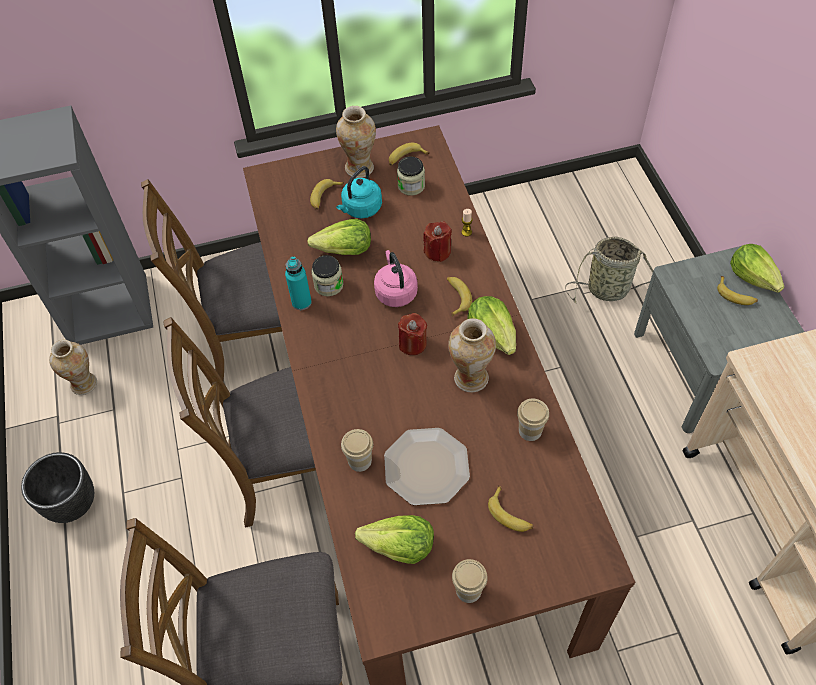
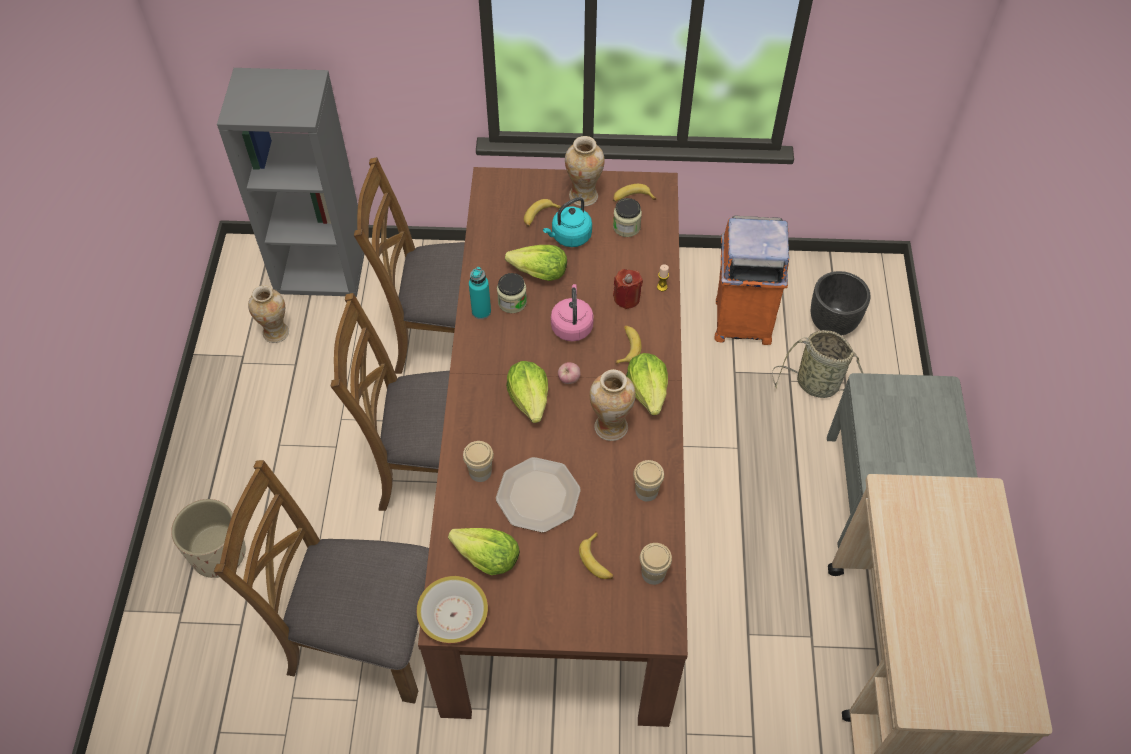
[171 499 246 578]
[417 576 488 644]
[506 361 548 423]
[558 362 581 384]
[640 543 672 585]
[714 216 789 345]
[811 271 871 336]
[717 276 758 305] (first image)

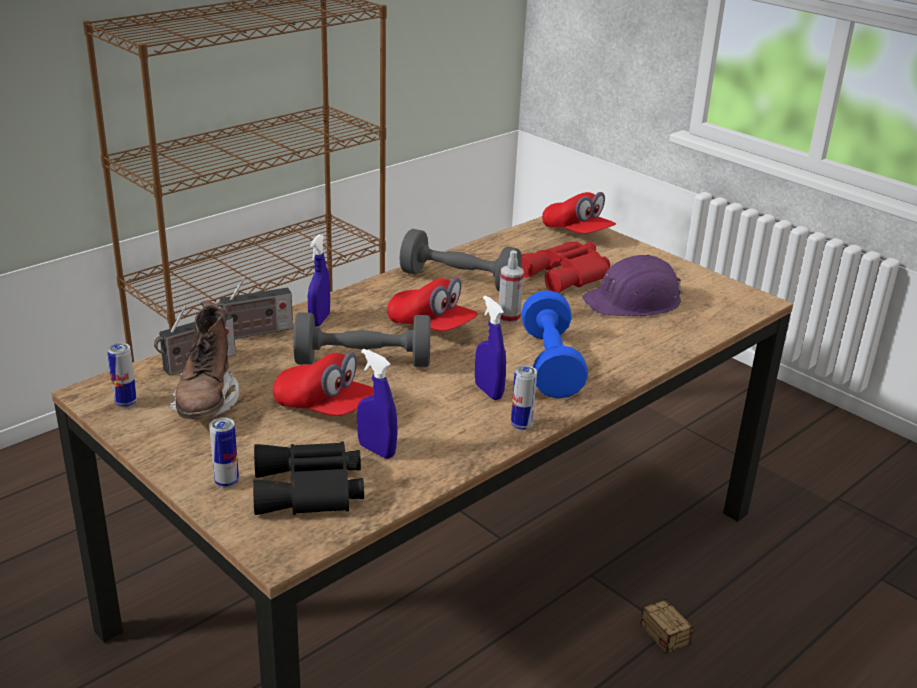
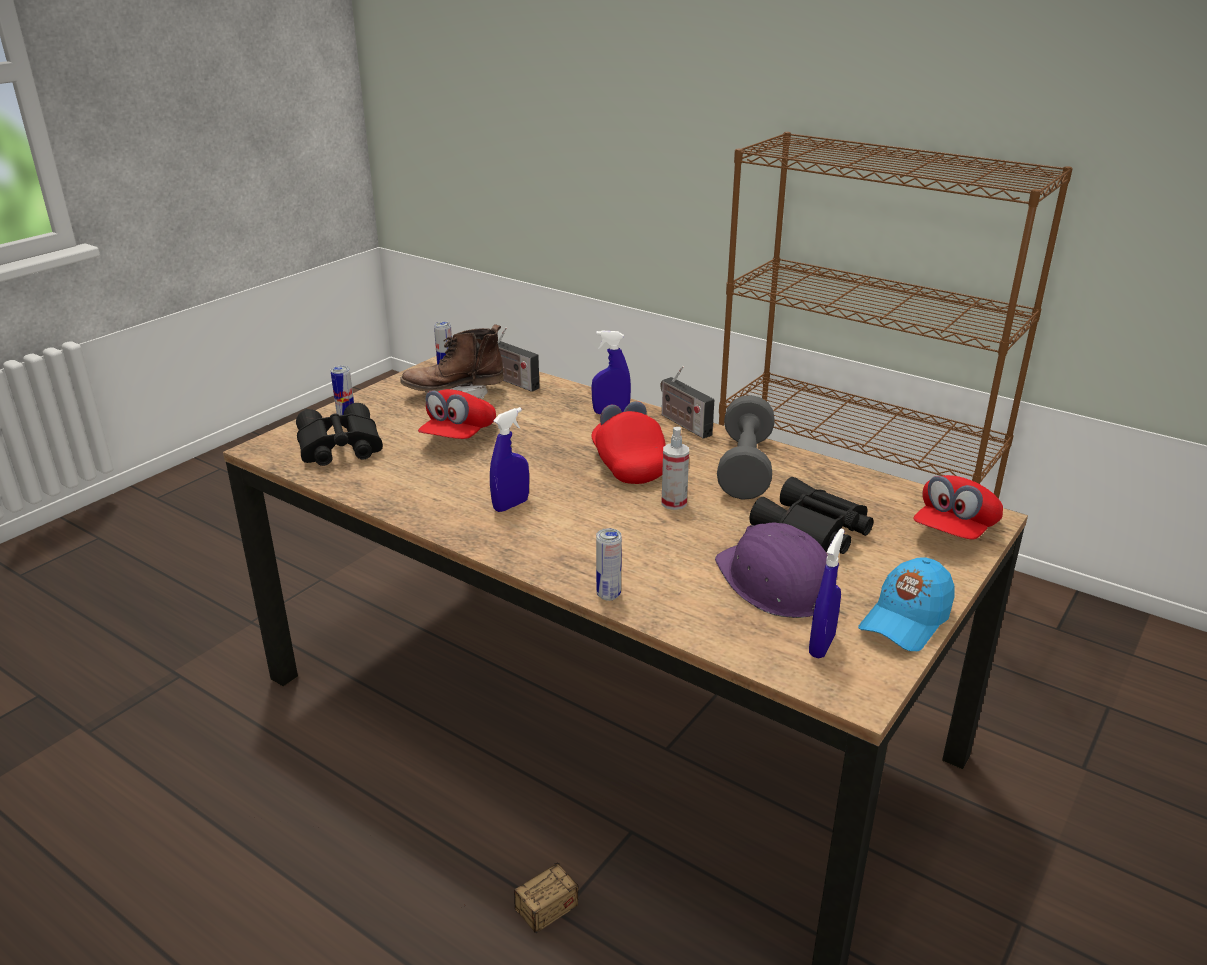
[591 401 666 484]
[596 528 622 601]
[660 366 714 439]
[750 477 874 554]
[809 529 845 659]
[858 557 954 651]
[294 312 431 367] (first image)
[521 290 588 399] (first image)

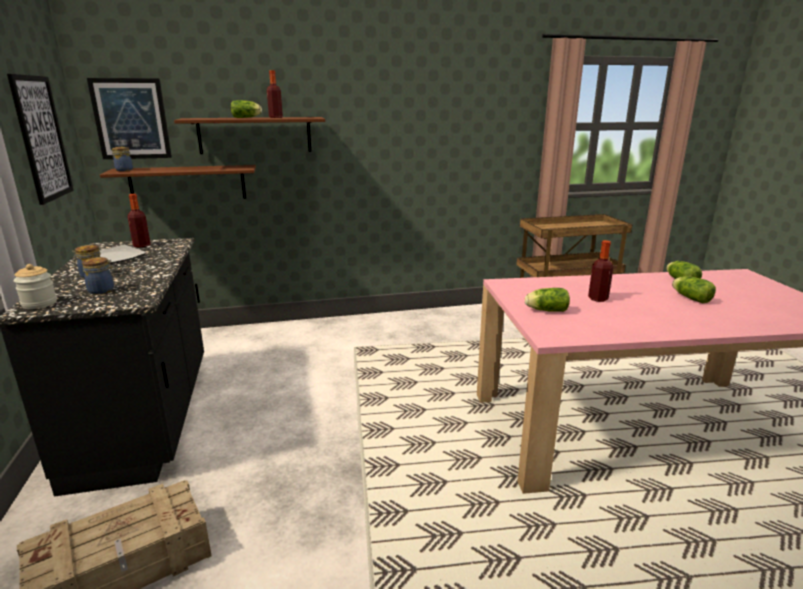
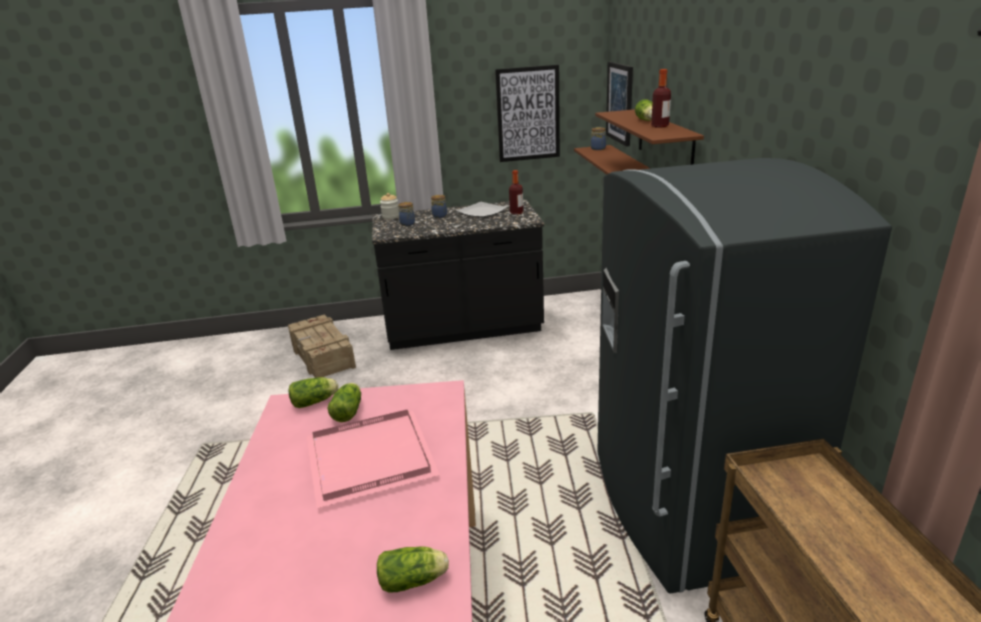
[288 377 339 408]
[307 410 440 508]
[597 158 892 594]

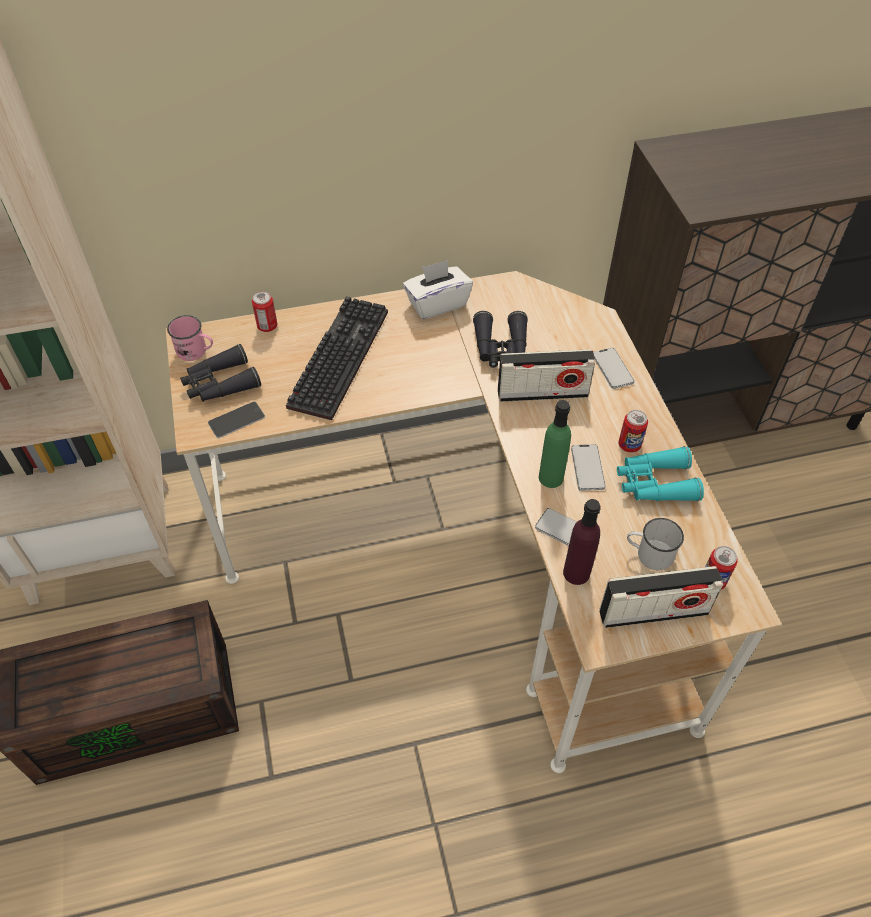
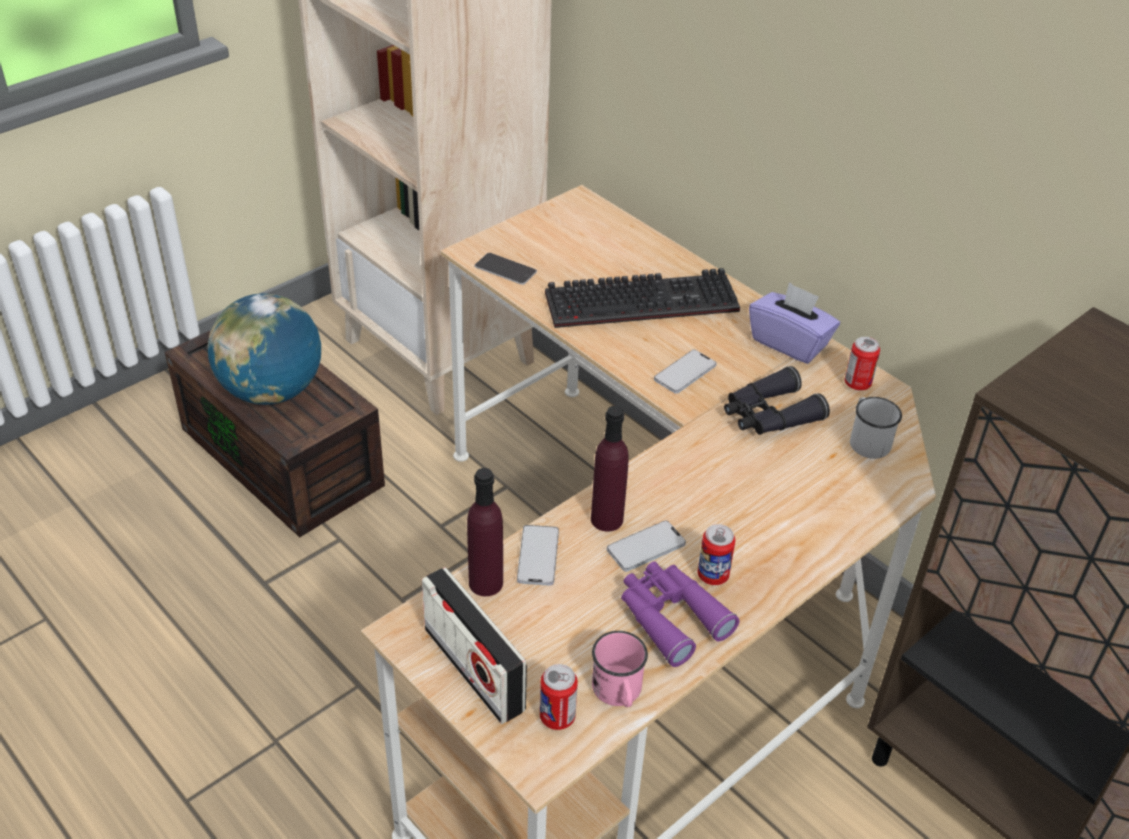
[207 293 321 405]
[591 406 629 532]
[592 631 648 707]
[621 561 740 667]
[654 350 717 394]
[749 282 840 364]
[845 337 880 390]
[850 397 902 459]
[180 344 261 402] (first image)
[498 349 595 402] (first image)

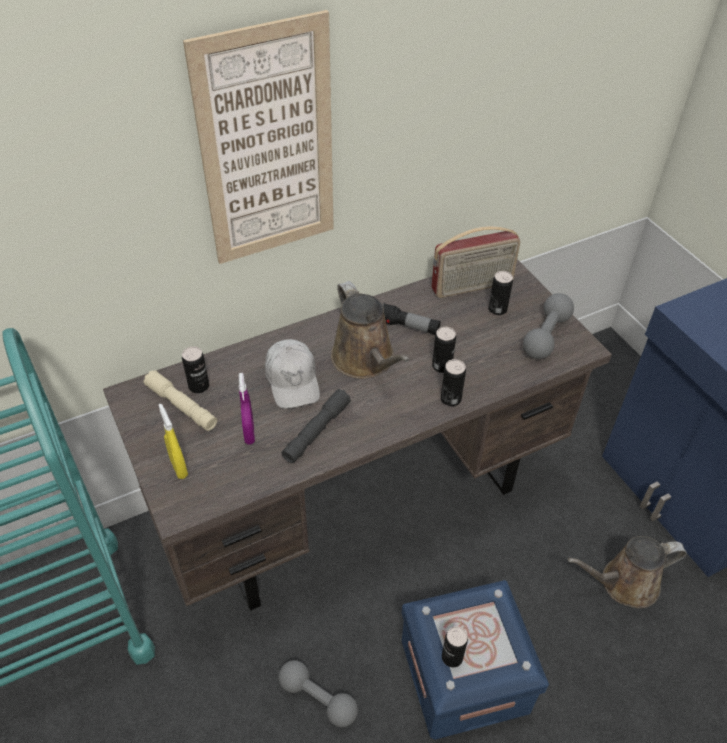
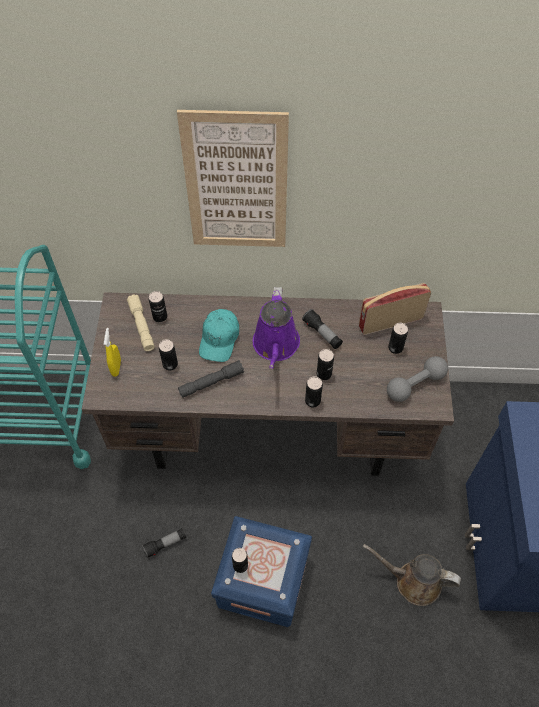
[142 528 186 558]
[159 339 178 370]
[199 309 239 362]
[253 287 300 369]
[359 283 431 335]

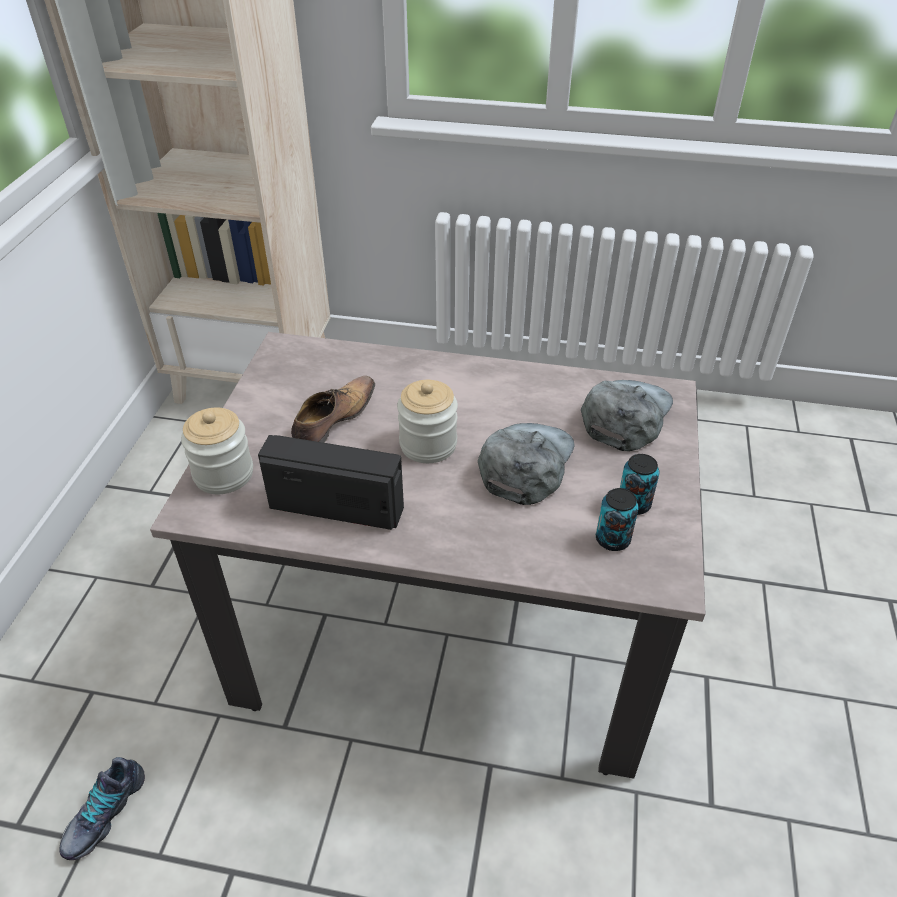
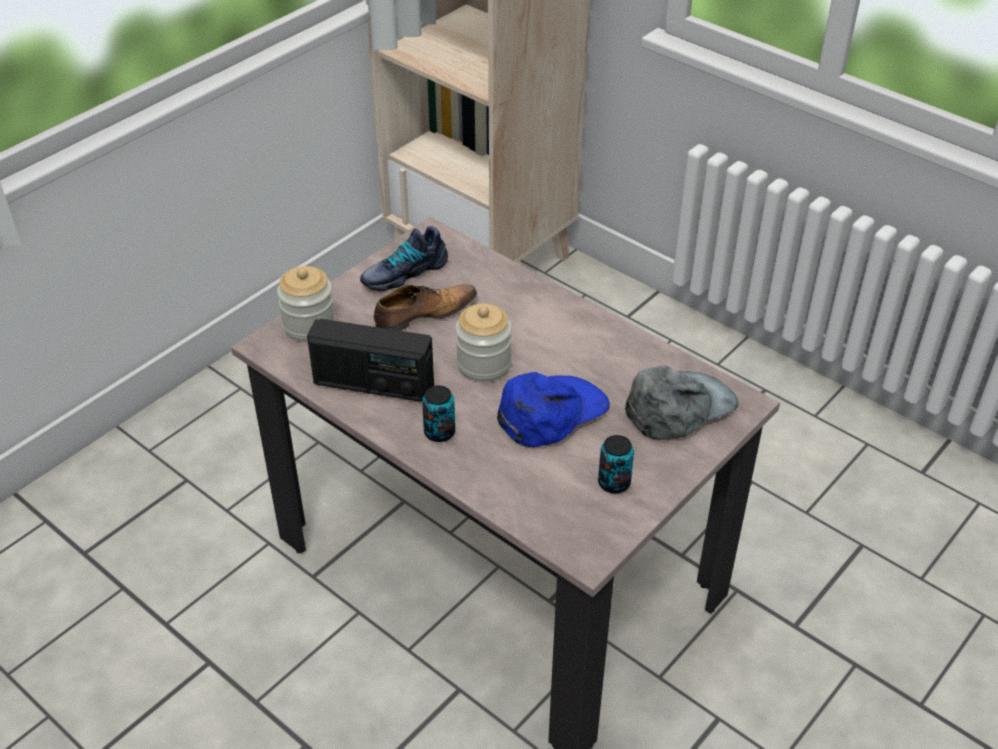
[307 319 434 402]
[360 226 448 292]
[422 385 455 442]
[497 372 610 447]

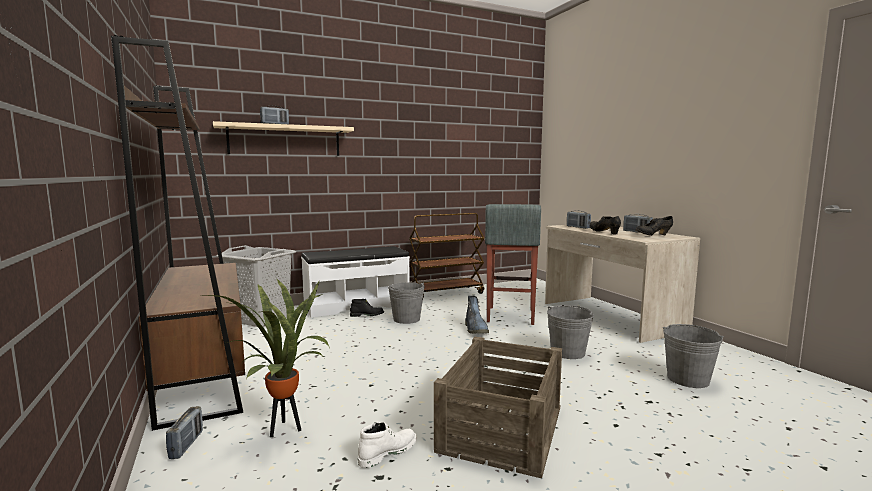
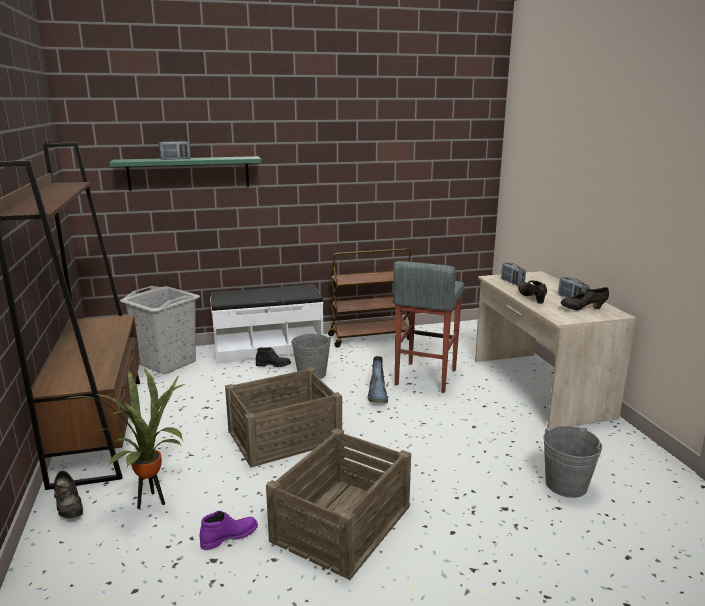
[53 471 83 518]
[109 156 262 191]
[200 511 258 550]
[225 367 342 467]
[547 305 594 359] (first image)

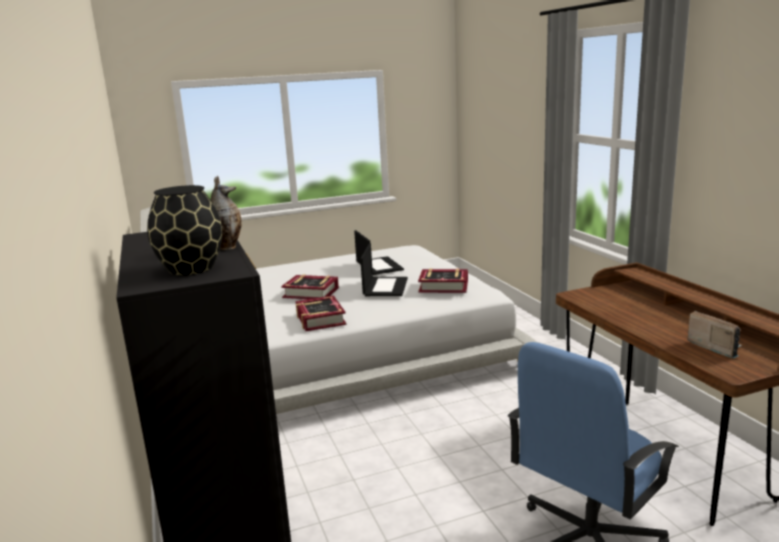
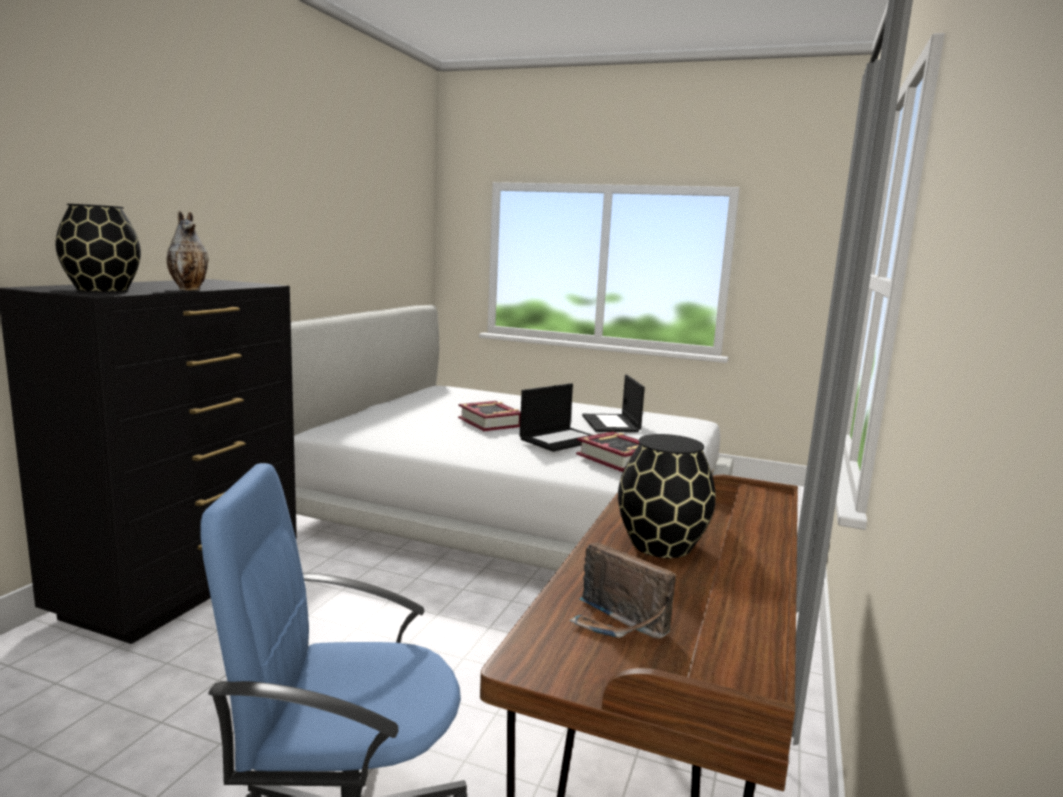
[569 542 676 638]
[582 375 645 432]
[618 434 716 558]
[295 295 346 331] (first image)

